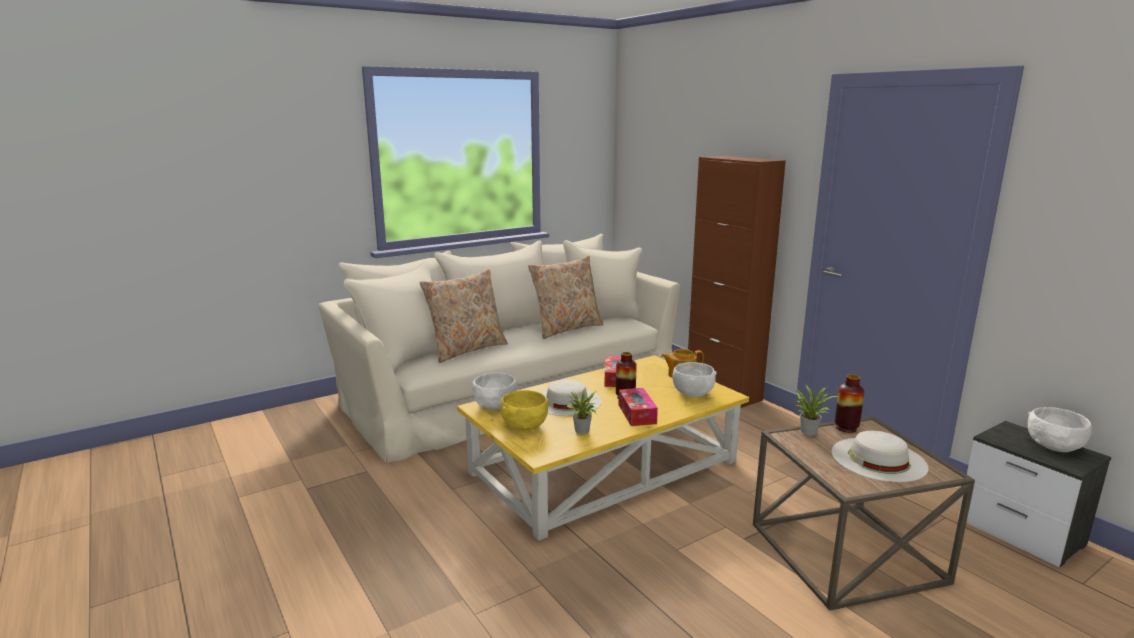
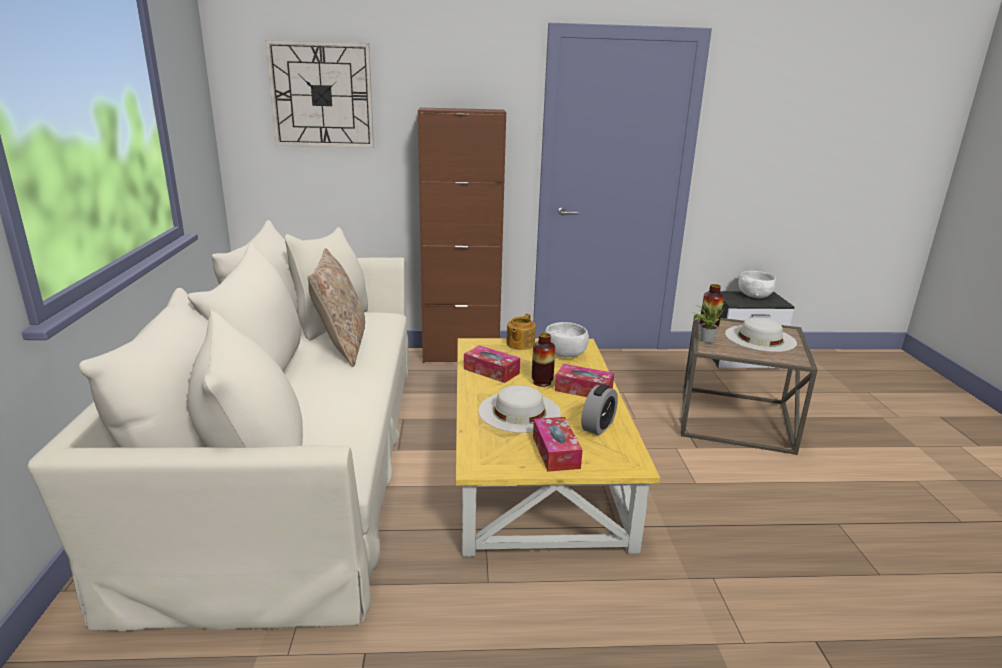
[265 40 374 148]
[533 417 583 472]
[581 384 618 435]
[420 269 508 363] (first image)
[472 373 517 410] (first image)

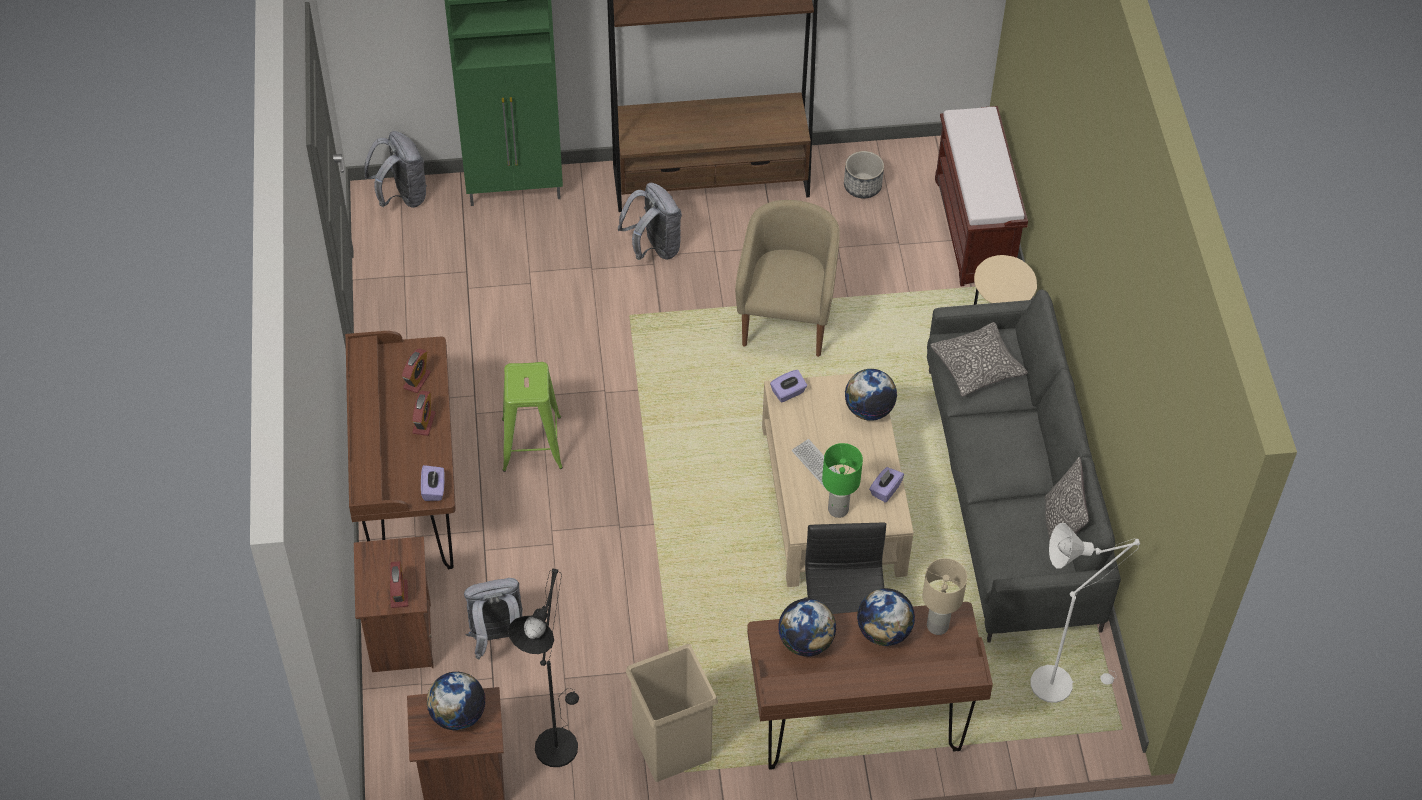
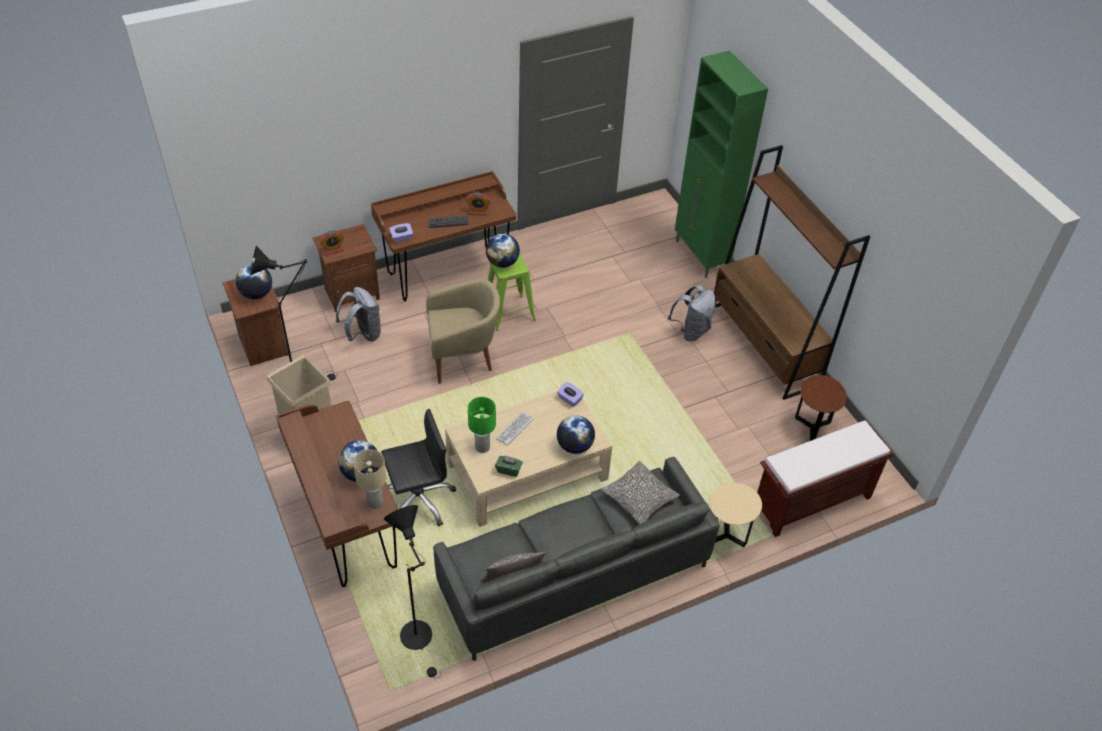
[384 505 441 679]
[426 279 500 384]
[428 216 469 228]
[486 234 520 268]
[495 455 523 477]
[795 375 847 441]
[364 131 427 208] (first image)

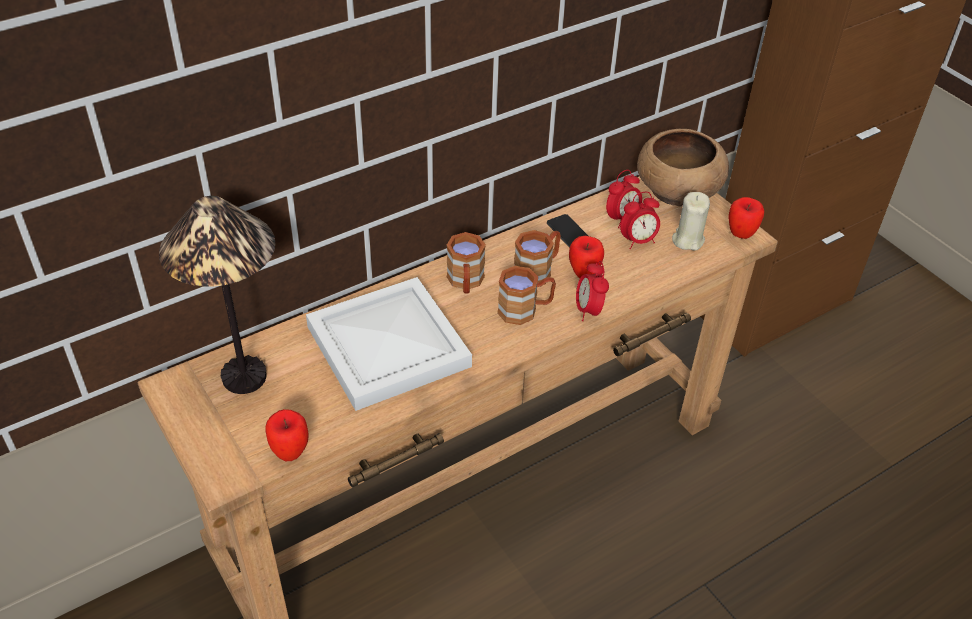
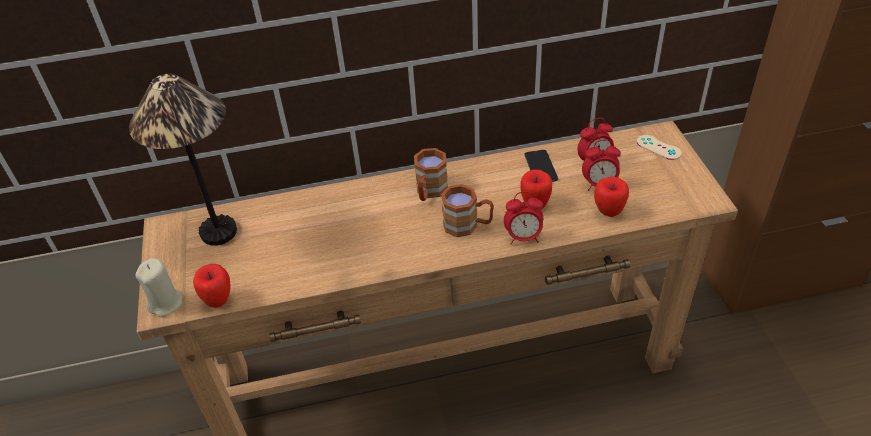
[135 258 183 317]
[504 192 543 244]
[594 177 629 217]
[637 135 682 160]
[306 277 472 411] (first image)
[514 230 561 285] (first image)

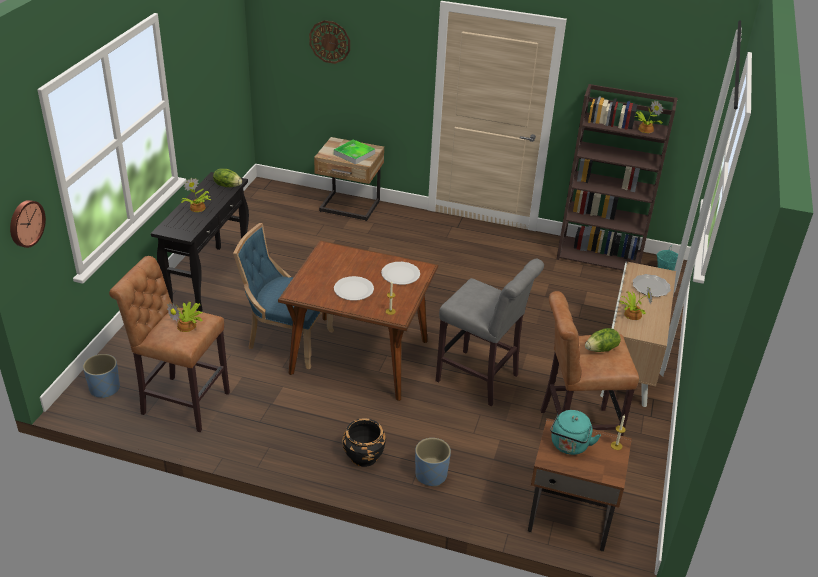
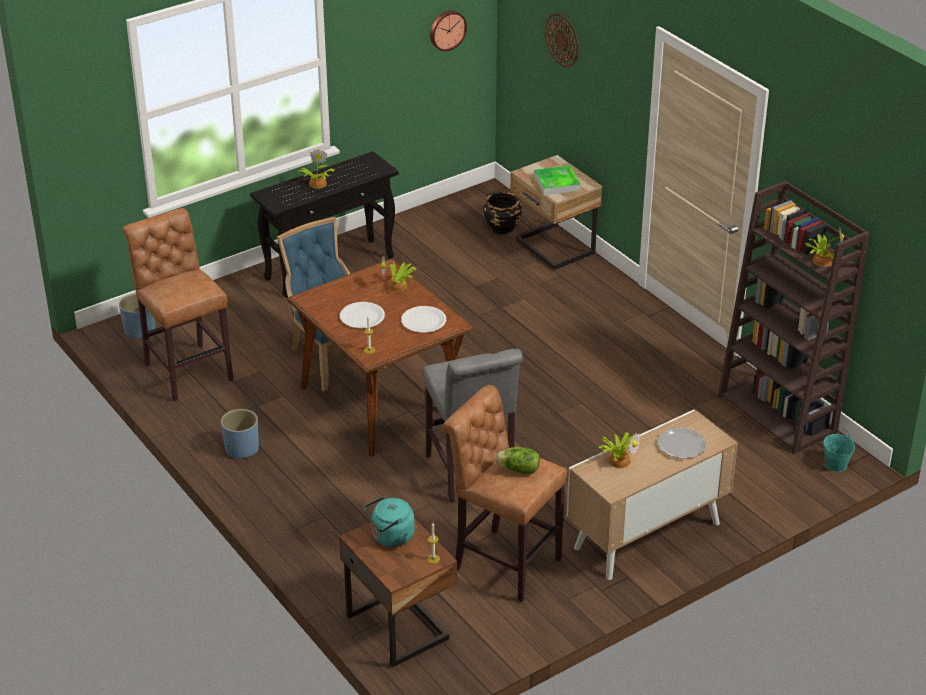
[221 409 259 459]
[381 255 416 292]
[430 11 467 51]
[484 192 522 234]
[213 169 242 187] (first image)

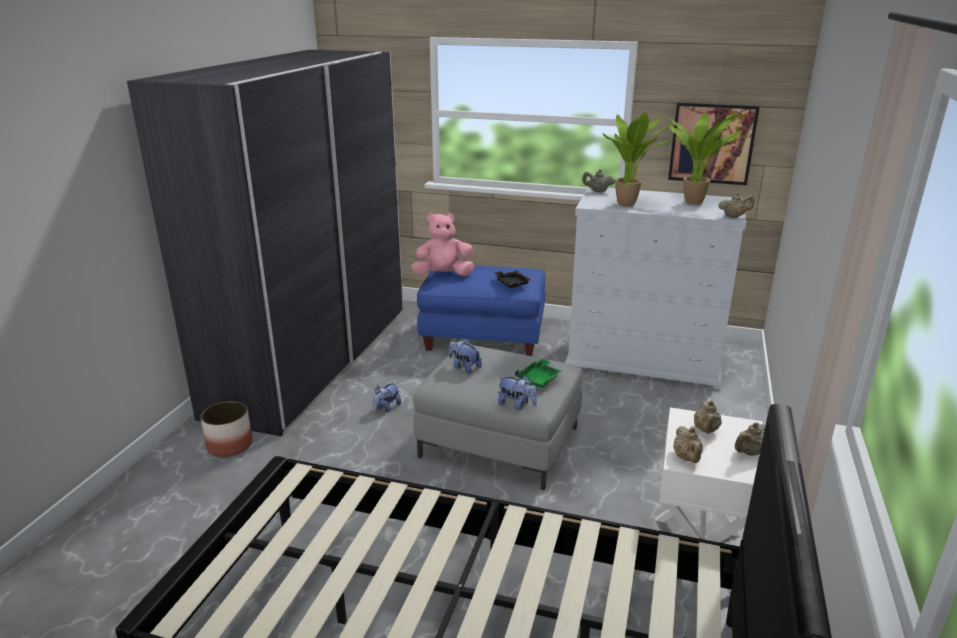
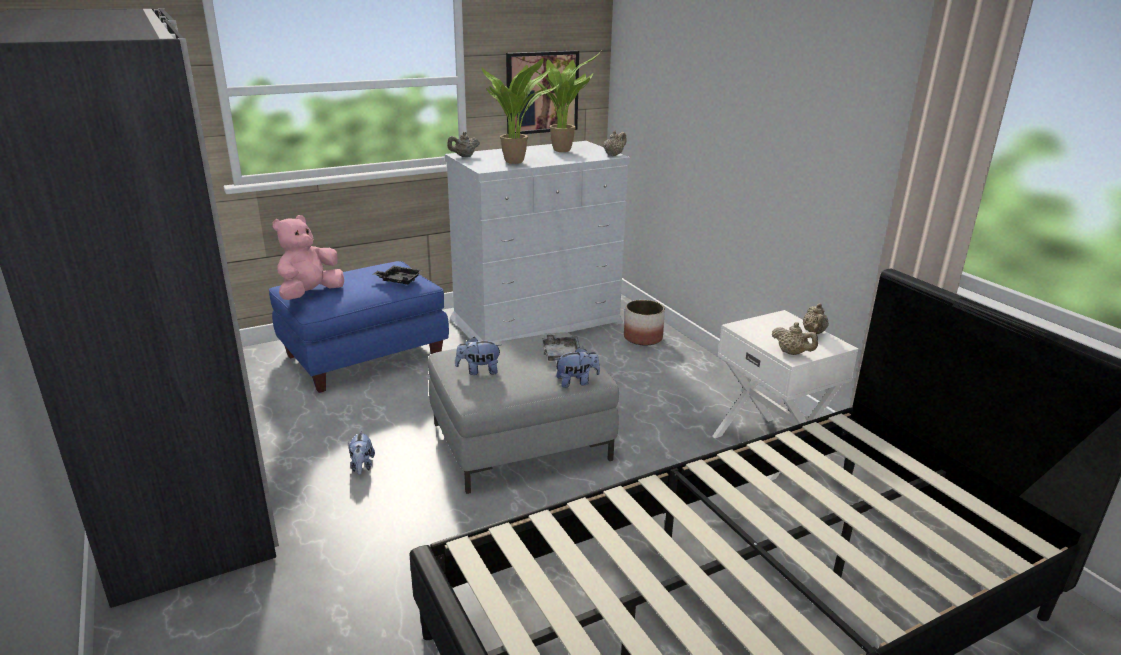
[542 333 580 361]
[624 300 665 345]
[694 400 722 434] (first image)

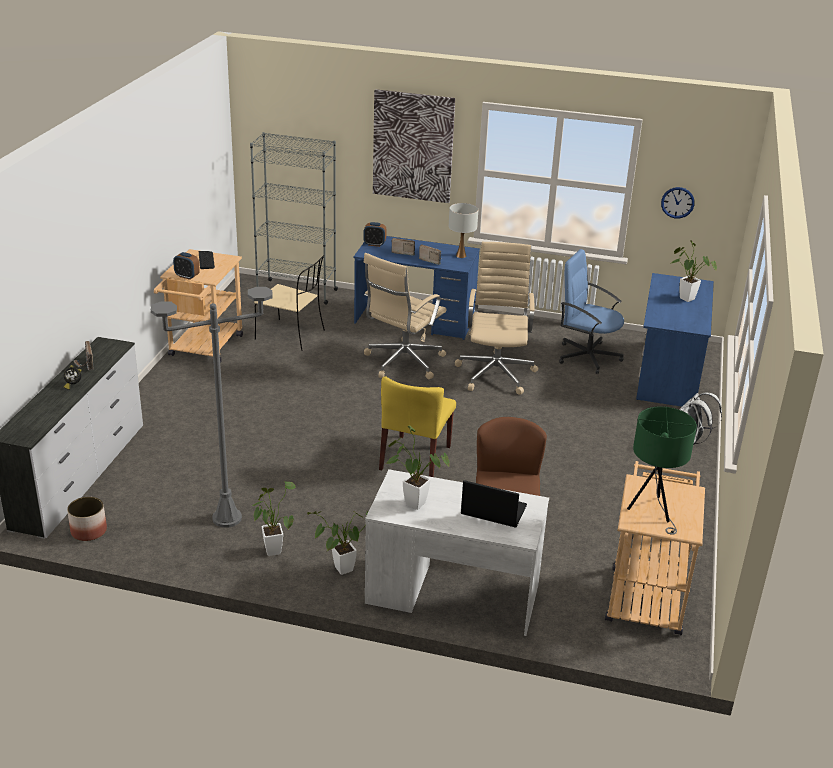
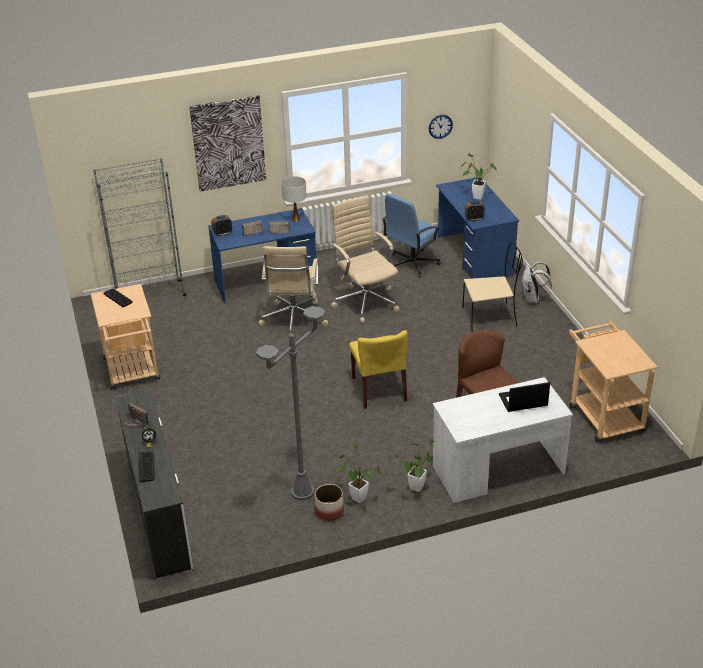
[138 452 155 483]
[315 484 344 521]
[382 194 440 278]
[462 243 523 332]
[465 201 485 221]
[385 425 449 510] (first image)
[627 406 697 535] (first image)

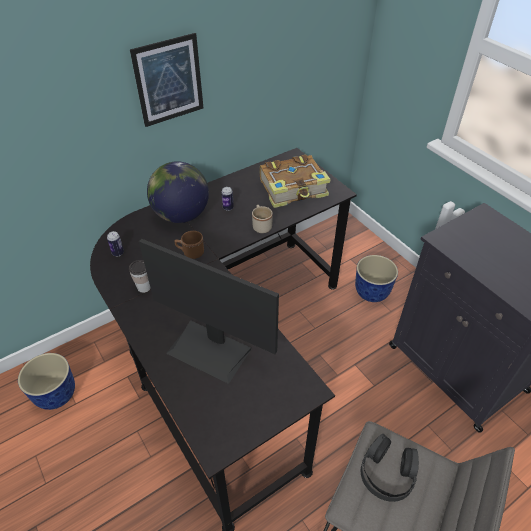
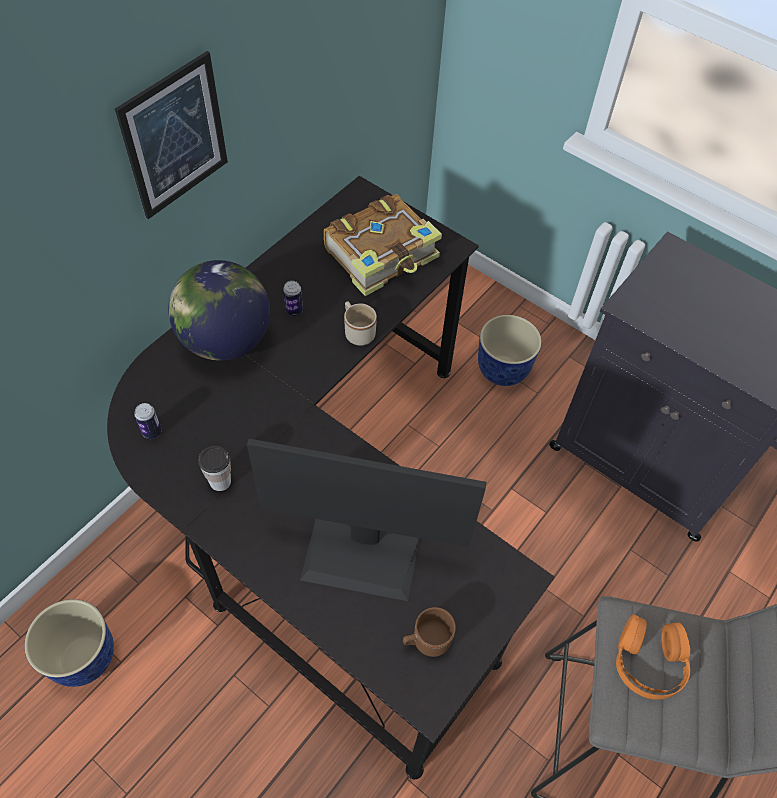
[403 607 456 657]
[616 614 690 700]

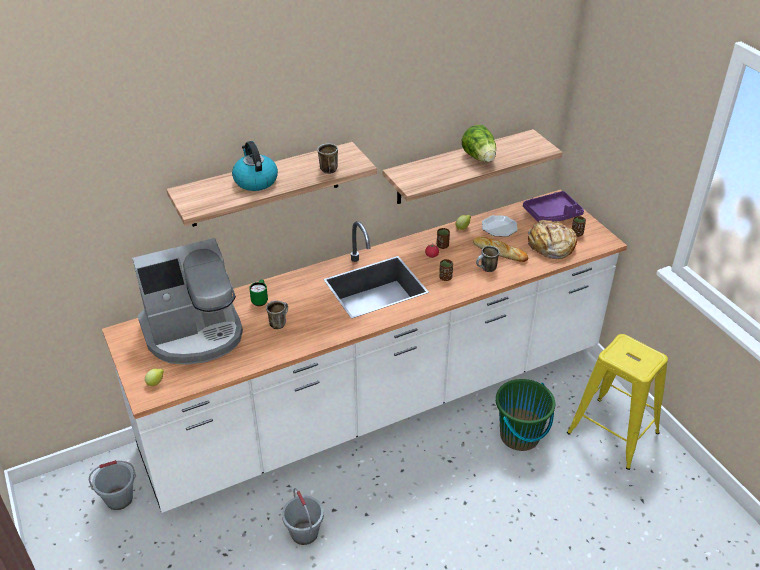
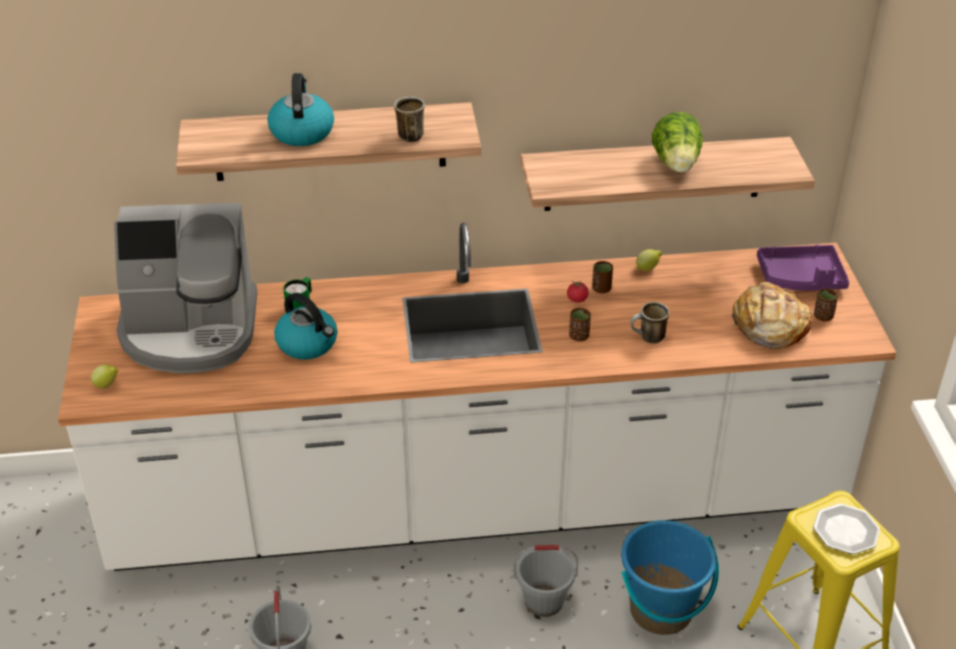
[274 293 337 360]
[513 545 578 617]
[621 520 719 635]
[813 504 880 554]
[473 237 528 262] (first image)

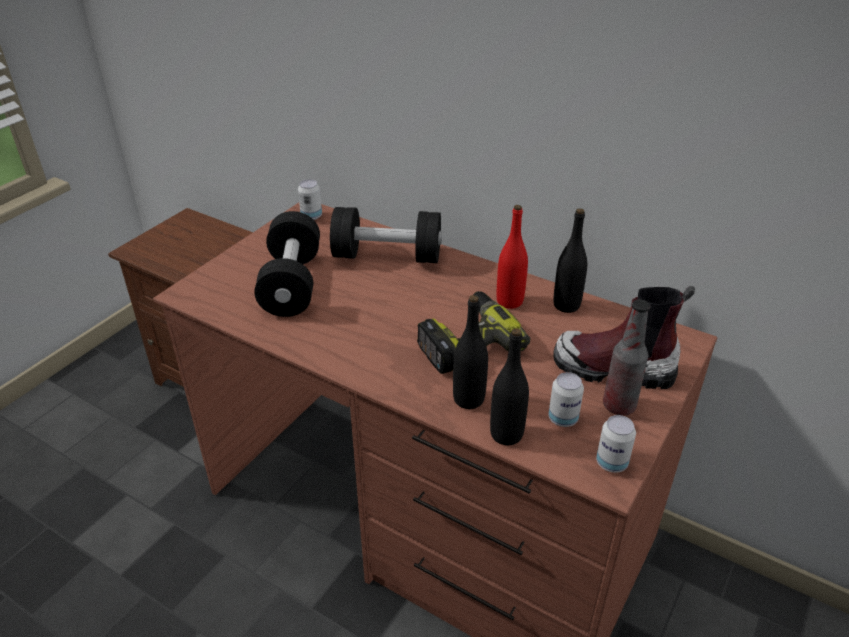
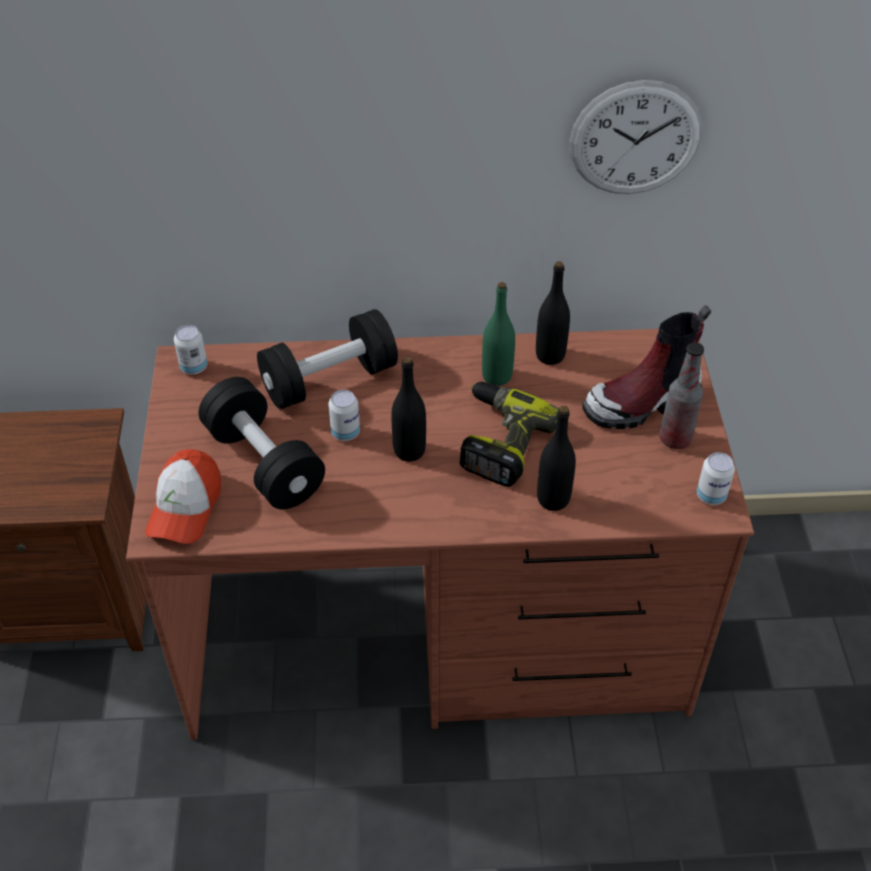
[145 449 221 544]
[328 390 360 441]
[391 357 426 462]
[482 282 515 386]
[570 80 703 194]

